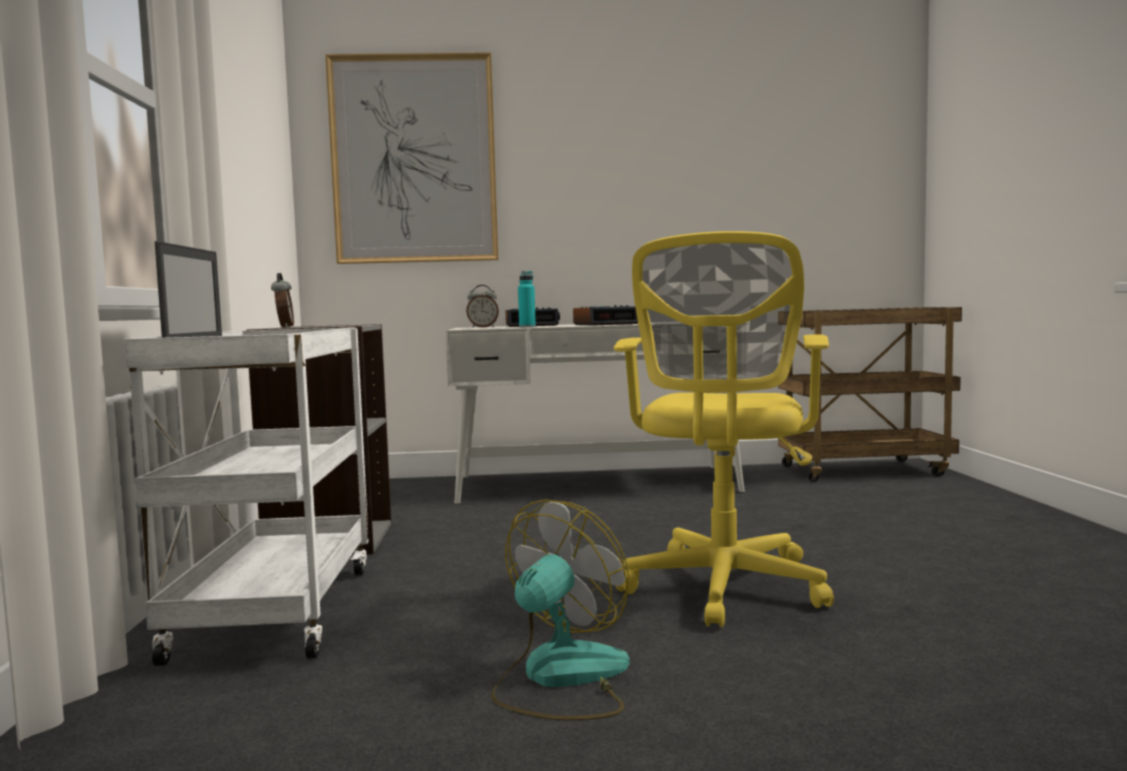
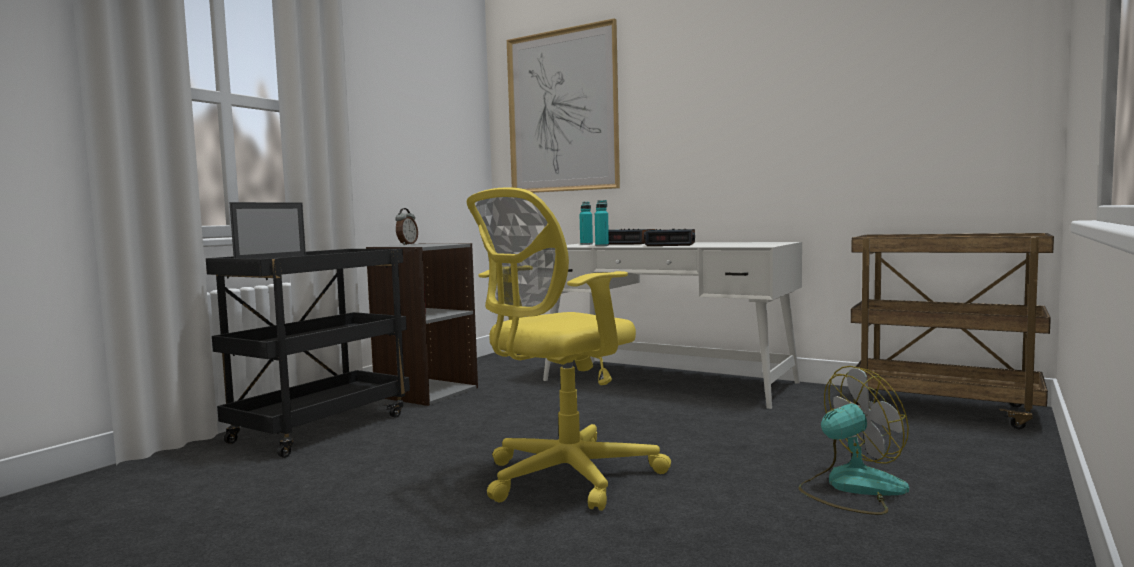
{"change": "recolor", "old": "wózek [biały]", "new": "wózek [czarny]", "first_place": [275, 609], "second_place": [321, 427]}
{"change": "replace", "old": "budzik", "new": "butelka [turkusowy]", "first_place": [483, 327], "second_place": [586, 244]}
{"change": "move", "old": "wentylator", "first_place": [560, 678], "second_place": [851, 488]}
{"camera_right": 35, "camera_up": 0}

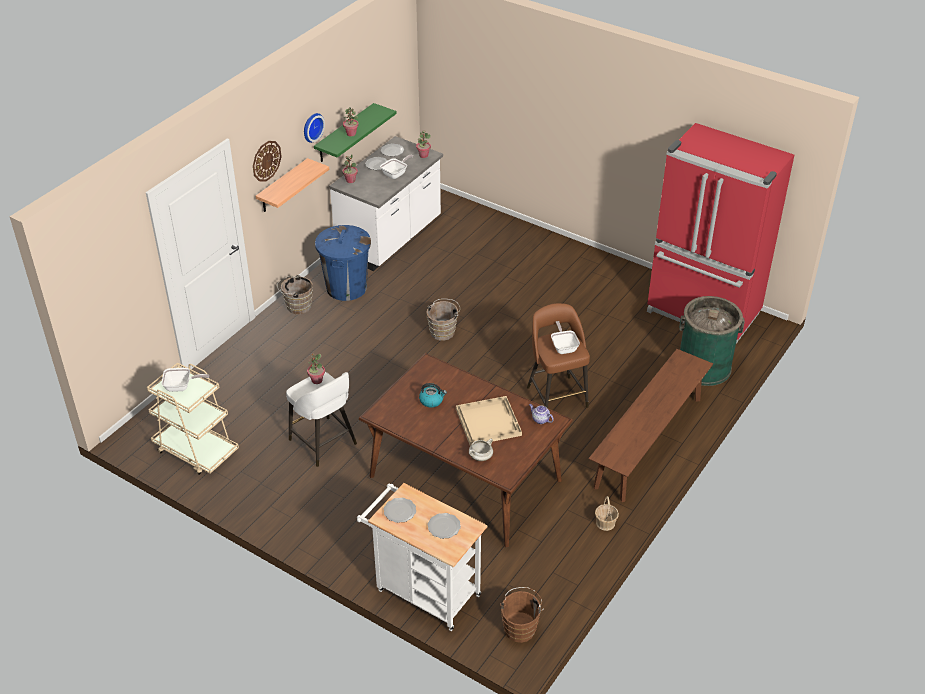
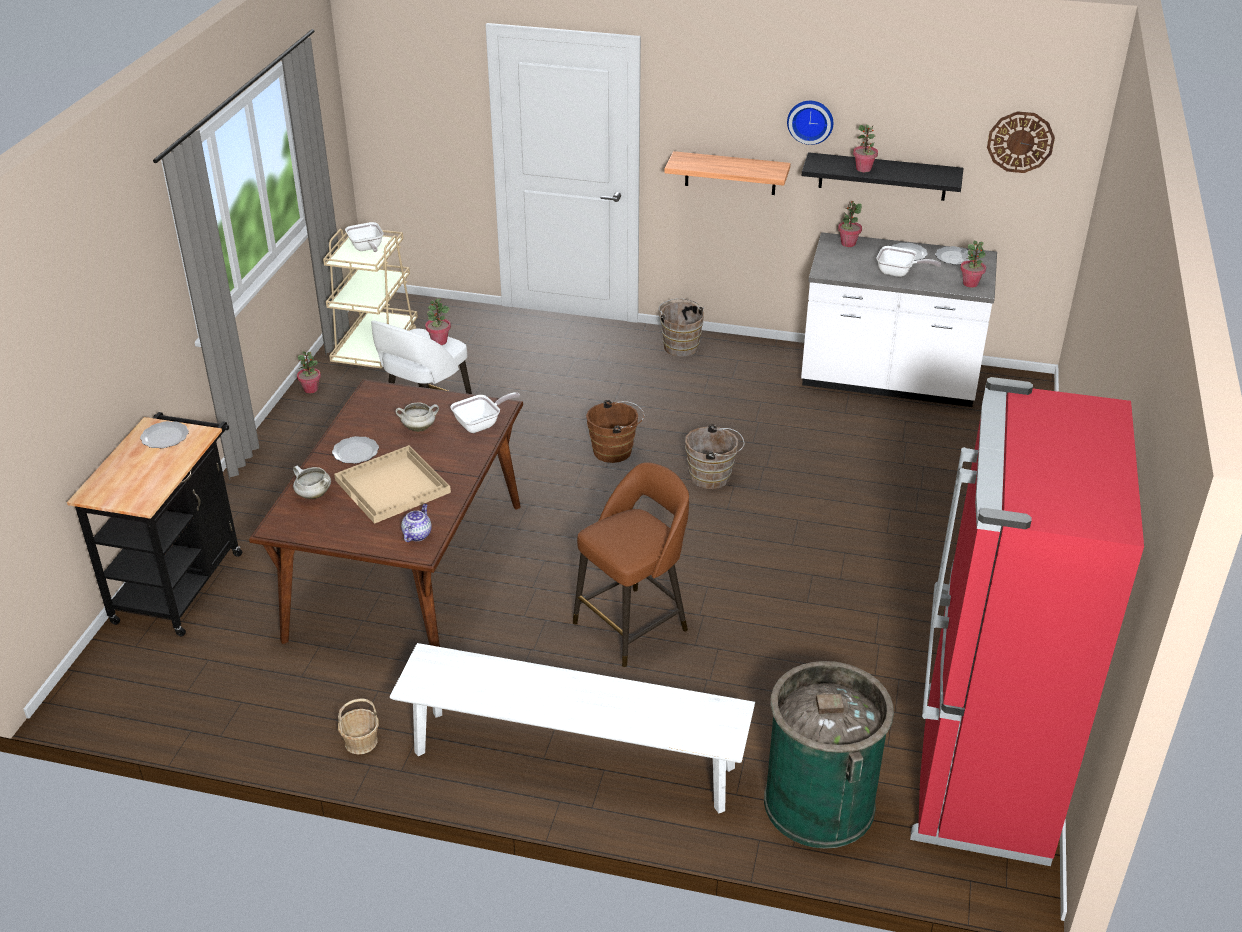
{"change": "move", "old": "zegar ścienny", "first_place": [266, 160], "second_place": [1020, 142]}
{"change": "recolor", "old": "półka [zielony]", "new": "półka [czarny]", "first_place": [345, 133], "second_place": [882, 176]}
{"change": "delete", "old": "kosz na śmieci [niebieski]", "first_place": [346, 288]}
{"change": "recolor", "old": "wózek [biały]", "new": "wózek [czarny]", "first_place": [423, 590], "second_place": [182, 581]}
{"change": "replace", "old": "czajnik", "new": "garnek [biały]", "first_place": [432, 400], "second_place": [419, 428]}
{"change": "move", "old": "talerz", "first_place": [444, 527], "second_place": [355, 452]}
{"change": "move", "old": "wiadro [brązowy]", "first_place": [520, 627], "second_place": [615, 451]}
{"change": "move", "old": "patelnia", "first_place": [563, 347], "second_place": [481, 424]}
{"change": "recolor", "old": "ławka [brązowy]", "new": "ławka [biały]", "first_place": [648, 442], "second_place": [573, 760]}
{"change": "insert", "new": "roślina doniczkowa", "second_place": [311, 389]}
{"camera_right": 70, "camera_up": -5}

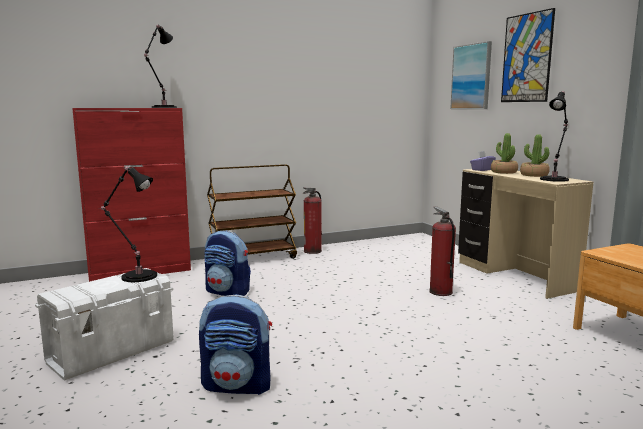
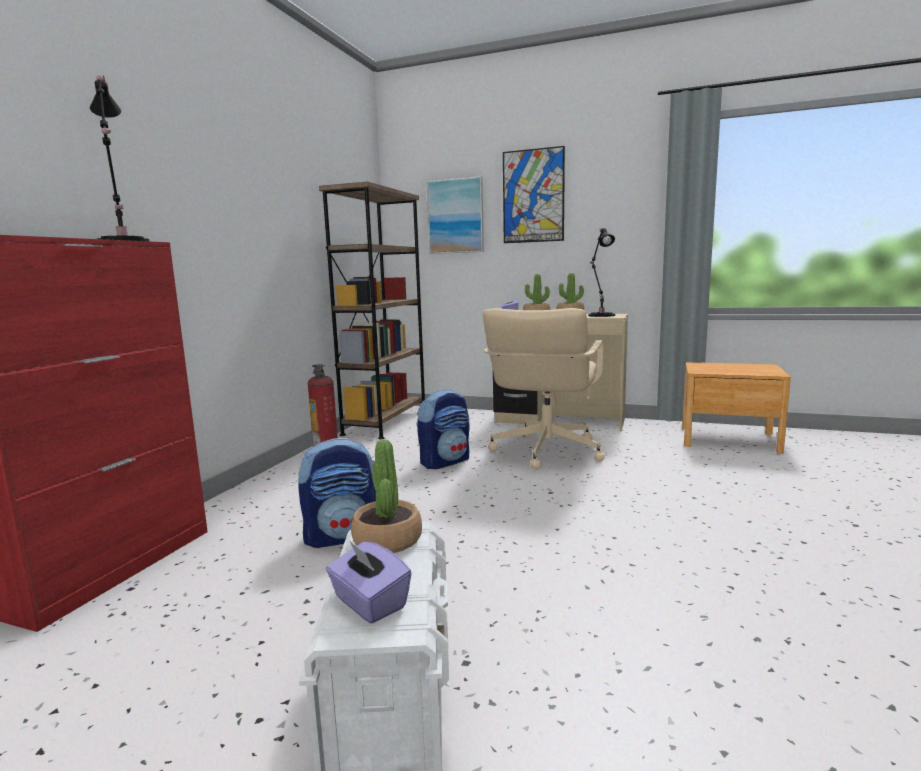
{"change": "replace", "old": "lampa stołowa [czarny]", "new": "roślina doniczkowa", "first_place": [137, 276], "second_place": [387, 540]}
{"change": "move", "old": "plecak", "first_place": [238, 385], "second_place": [445, 462]}
{"change": "delete", "old": "wózek [brązowy]", "first_place": [253, 258]}
{"change": "replace", "old": "gaśnica", "new": "krzesło biurowe [beżowy]", "first_place": [440, 292], "second_place": [545, 452]}
{"change": "insert", "new": "regał [brązowy]", "second_place": [386, 423]}
{"change": "insert", "new": "pudełko chusteczek [fioletowy]", "second_place": [369, 603]}
{"camera_right": -45, "camera_up": 0}

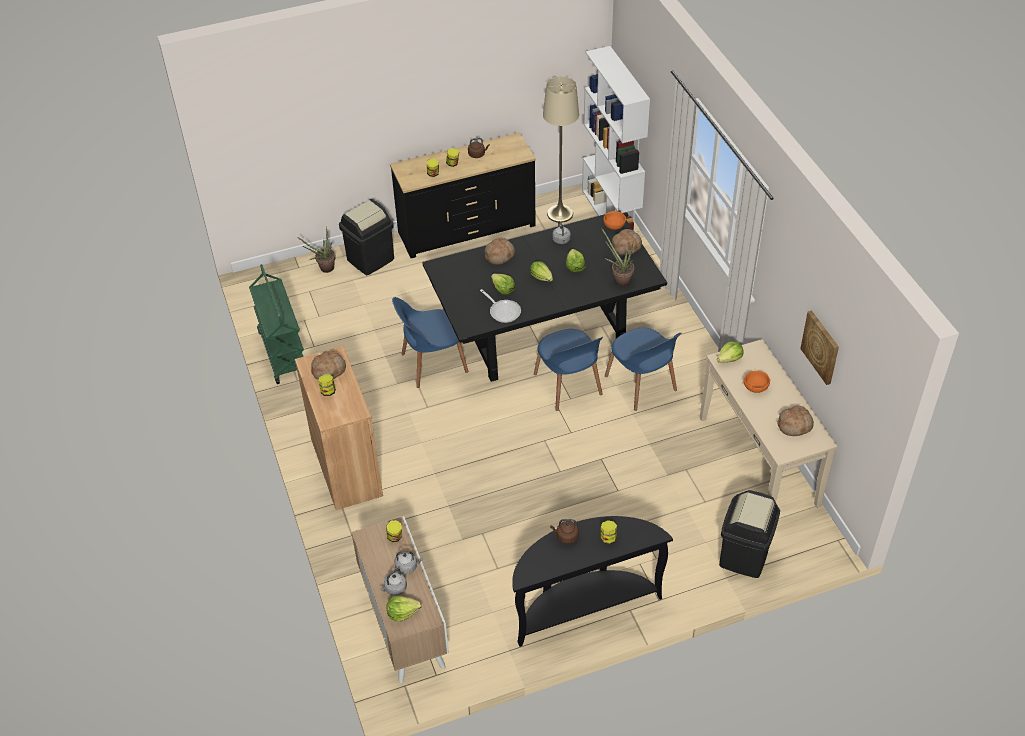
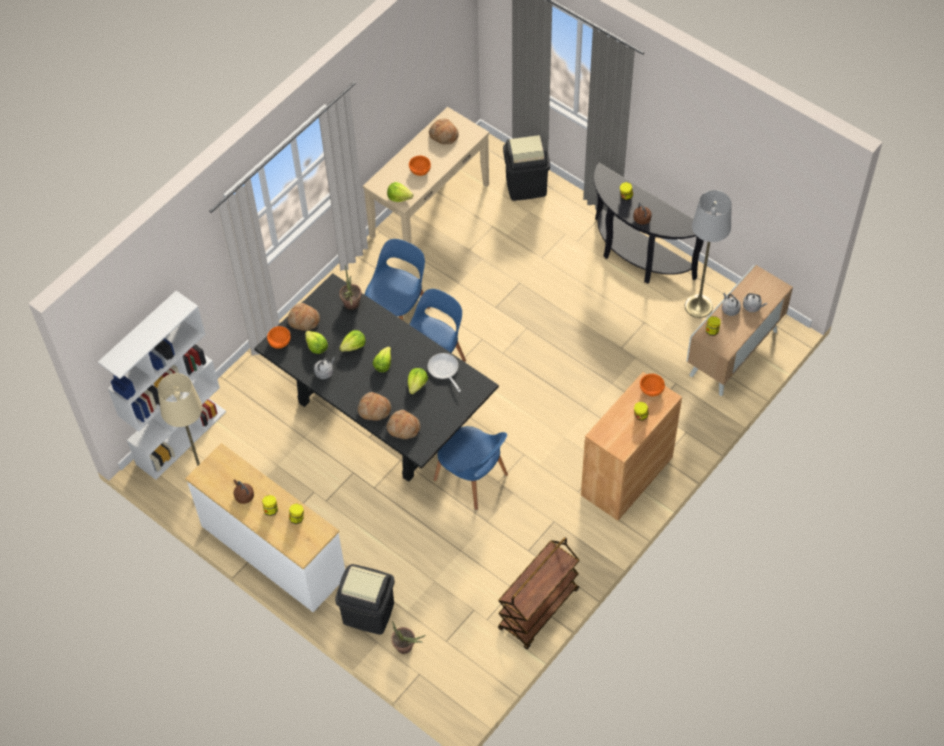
{"change": "recolor", "old": "wózek [zielony]", "new": "wózek [brązowy]", "first_place": [282, 353], "second_place": [538, 610]}
{"change": "move", "old": "chleb", "first_place": [329, 370], "second_place": [403, 428]}
{"change": "move", "old": "sałata", "first_place": [402, 612], "second_place": [316, 346]}
{"change": "recolor", "old": "komoda [czarny]", "new": "komoda [biały]", "first_place": [466, 229], "second_place": [273, 552]}
{"change": "rotate", "old": "patelnia", "first_place": [503, 311], "second_place": [444, 370], "degrees": -45}
{"change": "delete", "old": "obraz", "first_place": [821, 347]}
{"change": "insert", "new": "miska [pomarańczowy]", "second_place": [651, 389]}
{"change": "insert", "new": "lampa stojąca [szary]", "second_place": [698, 306]}
{"camera_right": -120, "camera_up": 10}

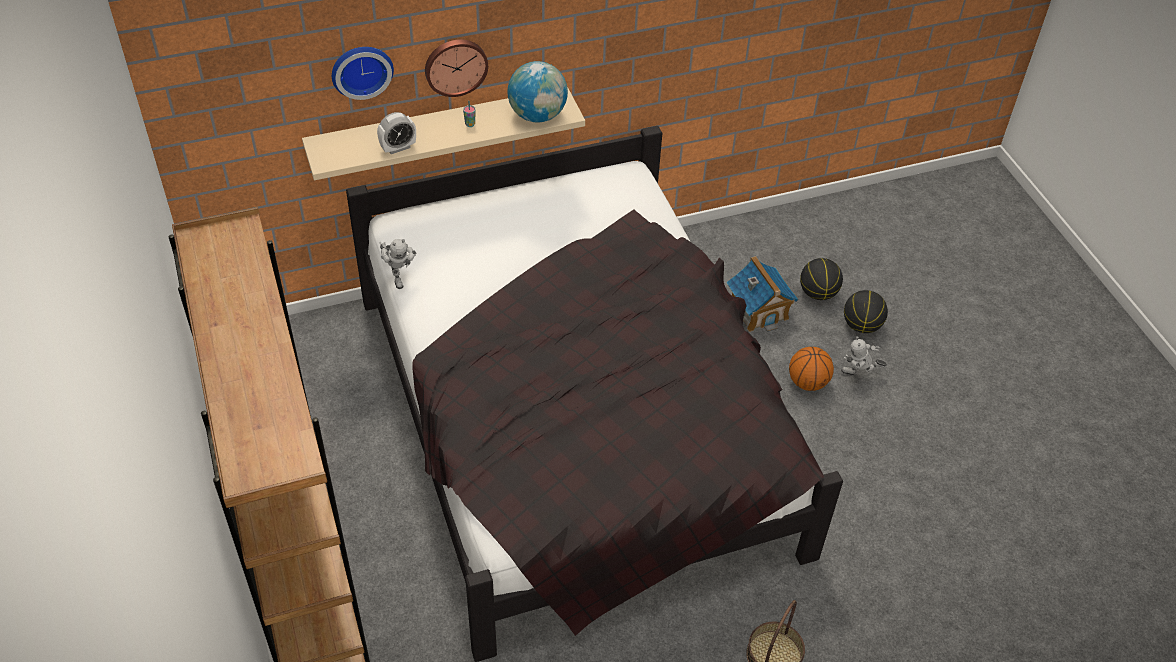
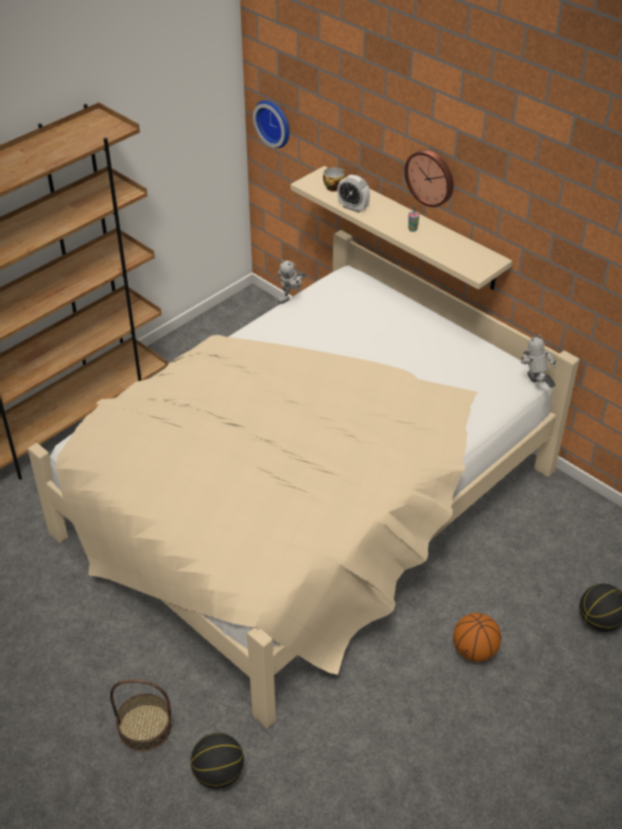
{"change": "move", "old": "zegar ścienny", "first_place": [361, 69], "second_place": [275, 122]}
{"change": "recolor", "old": "łóżko [czarny]", "new": "łóżko [beżowy]", "first_place": [577, 423], "second_place": [307, 505]}
{"change": "delete", "old": "globus", "first_place": [537, 115]}
{"change": "delete", "old": "domek", "first_place": [758, 310]}
{"change": "move", "old": "robot zabawkowy", "first_place": [858, 375], "second_place": [535, 385]}
{"change": "move", "old": "piłka do koszykówki", "first_place": [861, 325], "second_place": [219, 774]}
{"change": "insert", "new": "filiżanka", "second_place": [333, 186]}
{"camera_right": 65, "camera_up": -5}

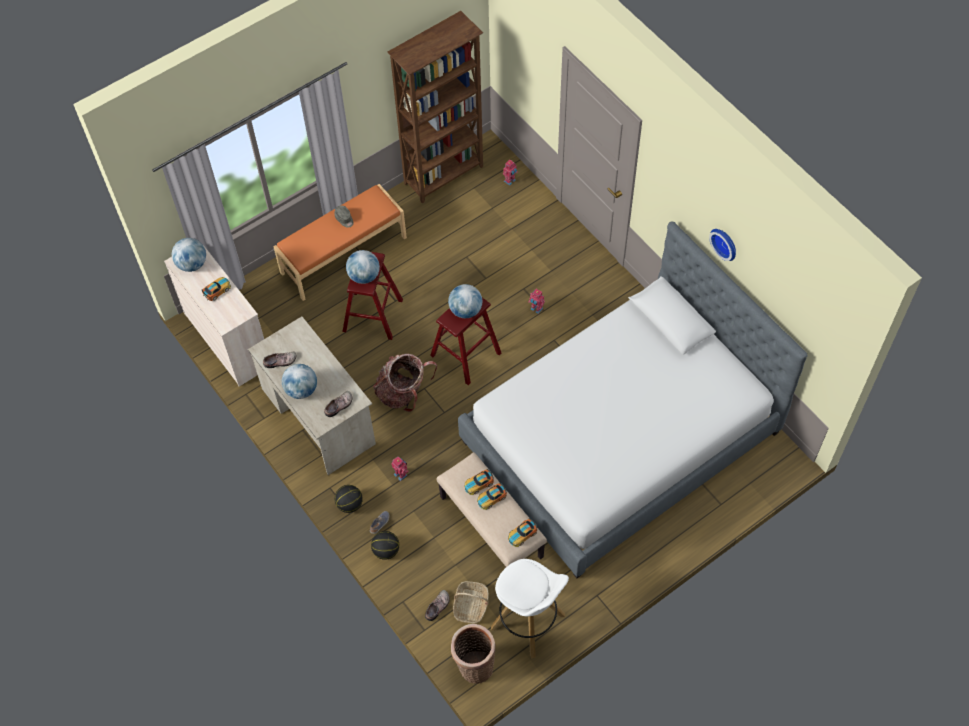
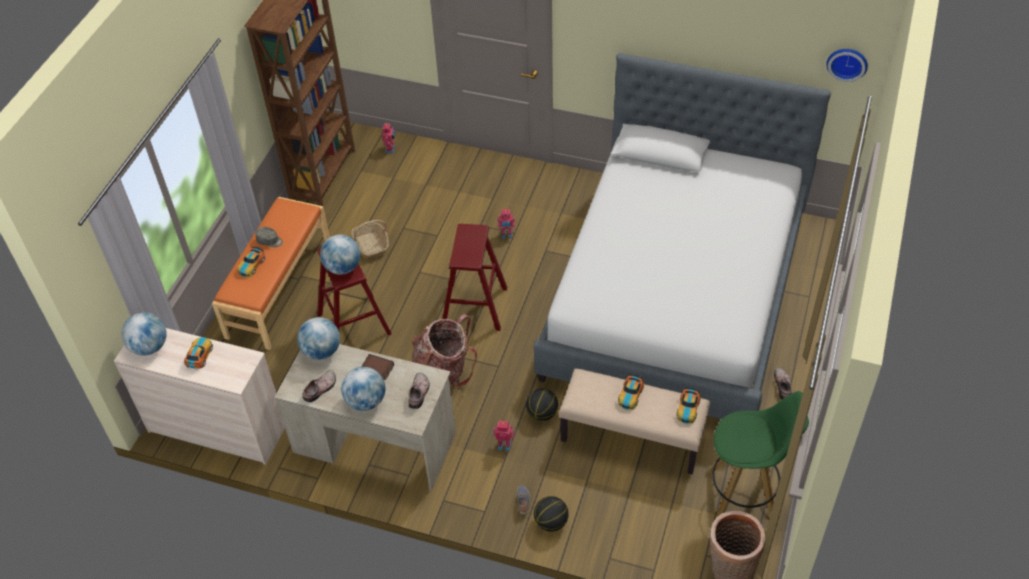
{"change": "move", "old": "piłka do koszykówki", "first_place": [349, 504], "second_place": [542, 413]}
{"change": "move", "old": "but", "first_place": [438, 607], "second_place": [783, 386]}
{"change": "move", "old": "globus", "first_place": [465, 310], "second_place": [321, 351]}
{"change": "move", "old": "koszyk", "first_place": [471, 605], "second_place": [371, 245]}
{"change": "move", "old": "samochodzik", "first_place": [478, 484], "second_place": [251, 265]}
{"change": "recolor", "old": "stołek [biały]", "new": "stołek [zielony]", "first_place": [529, 622], "second_place": [743, 497]}
{"change": "move", "old": "zegar ścienny", "first_place": [725, 243], "second_place": [847, 62]}
{"change": "insert", "new": "książka", "second_place": [376, 369]}
{"camera_right": -35, "camera_up": -10}

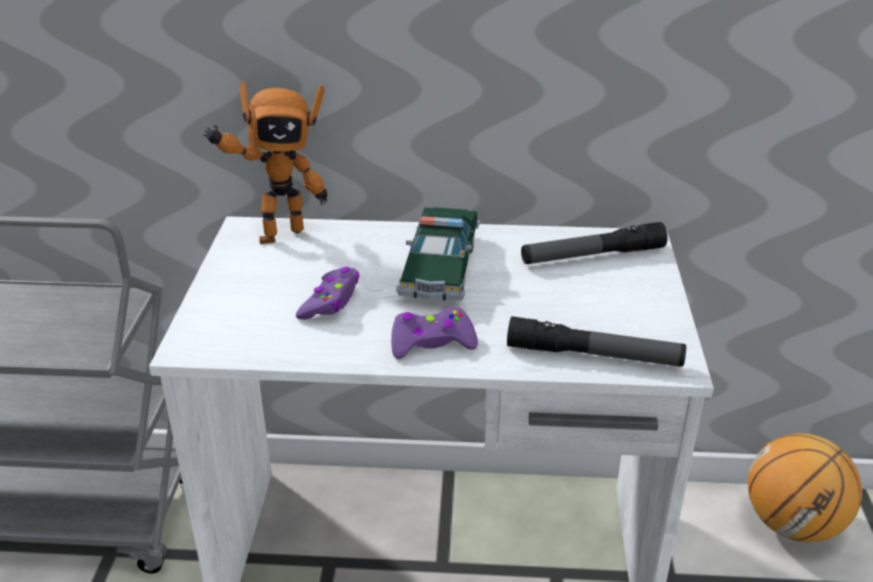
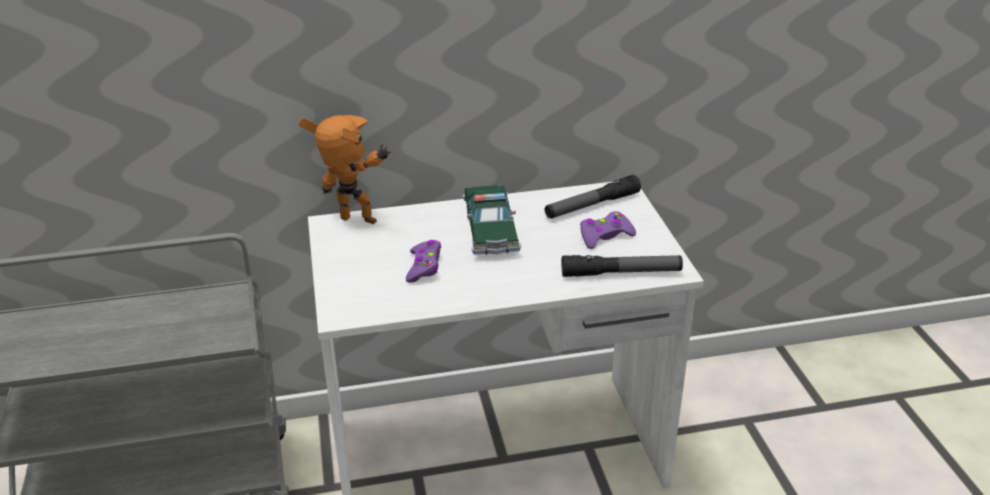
{"change": "rotate", "old": "robot zabawkowy", "first_place": [278, 233], "second_place": [356, 223], "degrees": -120}
{"change": "move", "old": "pad do gier [fioletowy]", "first_place": [431, 342], "second_place": [605, 236]}
{"change": "delete", "old": "piłka do koszykówki", "first_place": [793, 524]}
{"camera_right": -15, "camera_up": 0}

